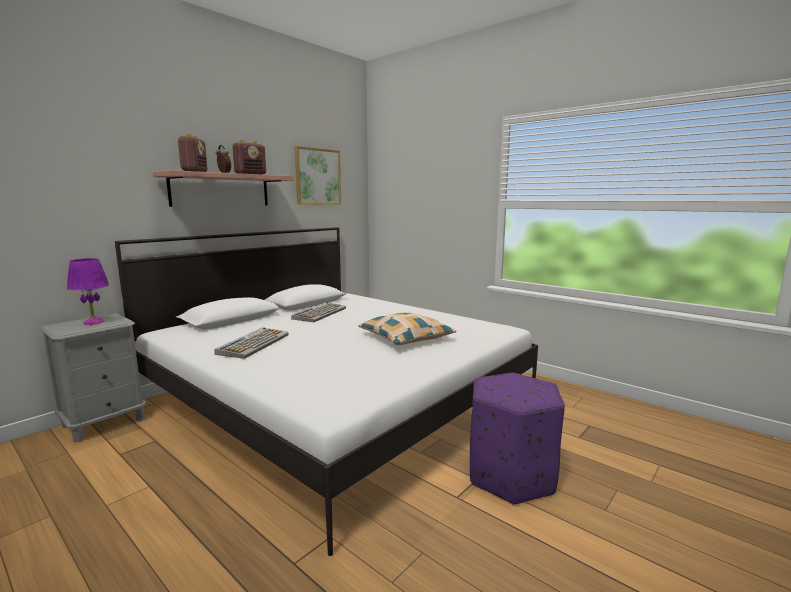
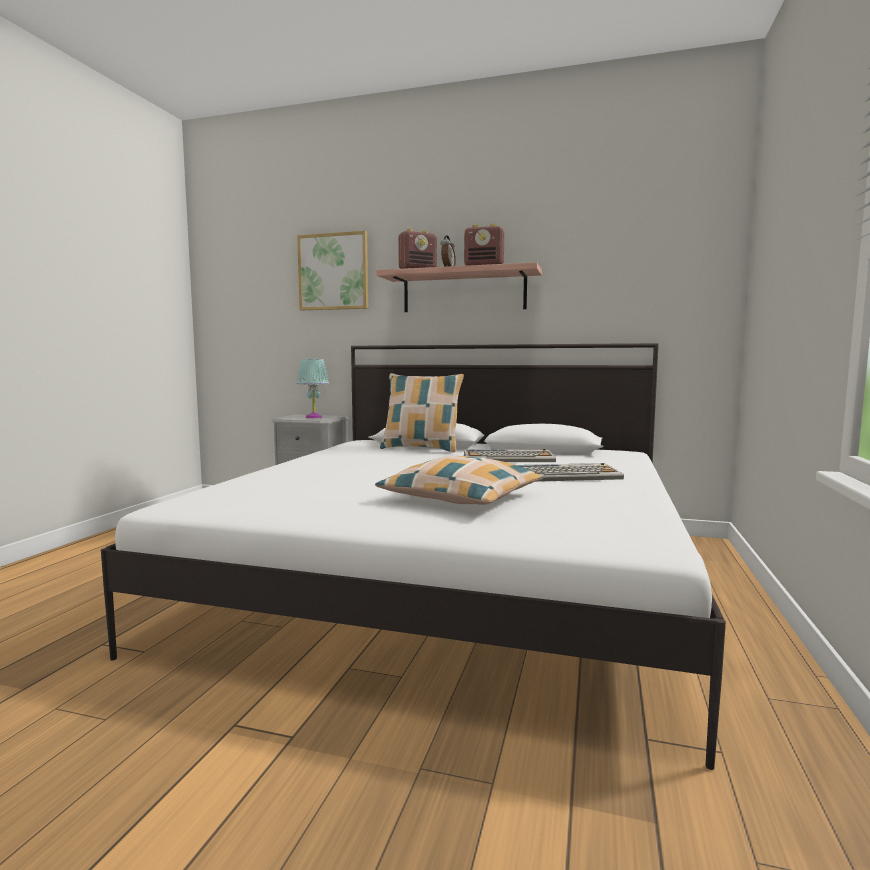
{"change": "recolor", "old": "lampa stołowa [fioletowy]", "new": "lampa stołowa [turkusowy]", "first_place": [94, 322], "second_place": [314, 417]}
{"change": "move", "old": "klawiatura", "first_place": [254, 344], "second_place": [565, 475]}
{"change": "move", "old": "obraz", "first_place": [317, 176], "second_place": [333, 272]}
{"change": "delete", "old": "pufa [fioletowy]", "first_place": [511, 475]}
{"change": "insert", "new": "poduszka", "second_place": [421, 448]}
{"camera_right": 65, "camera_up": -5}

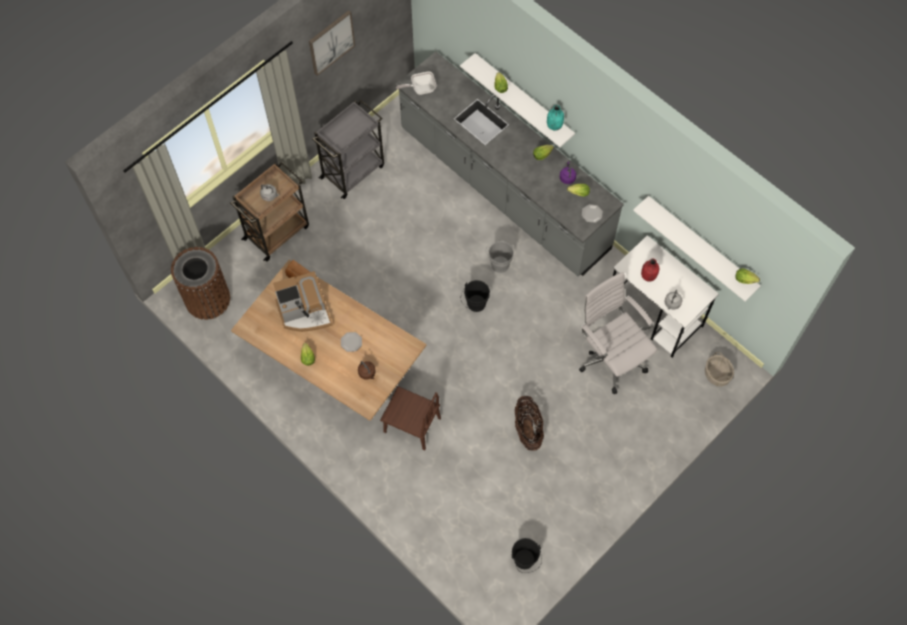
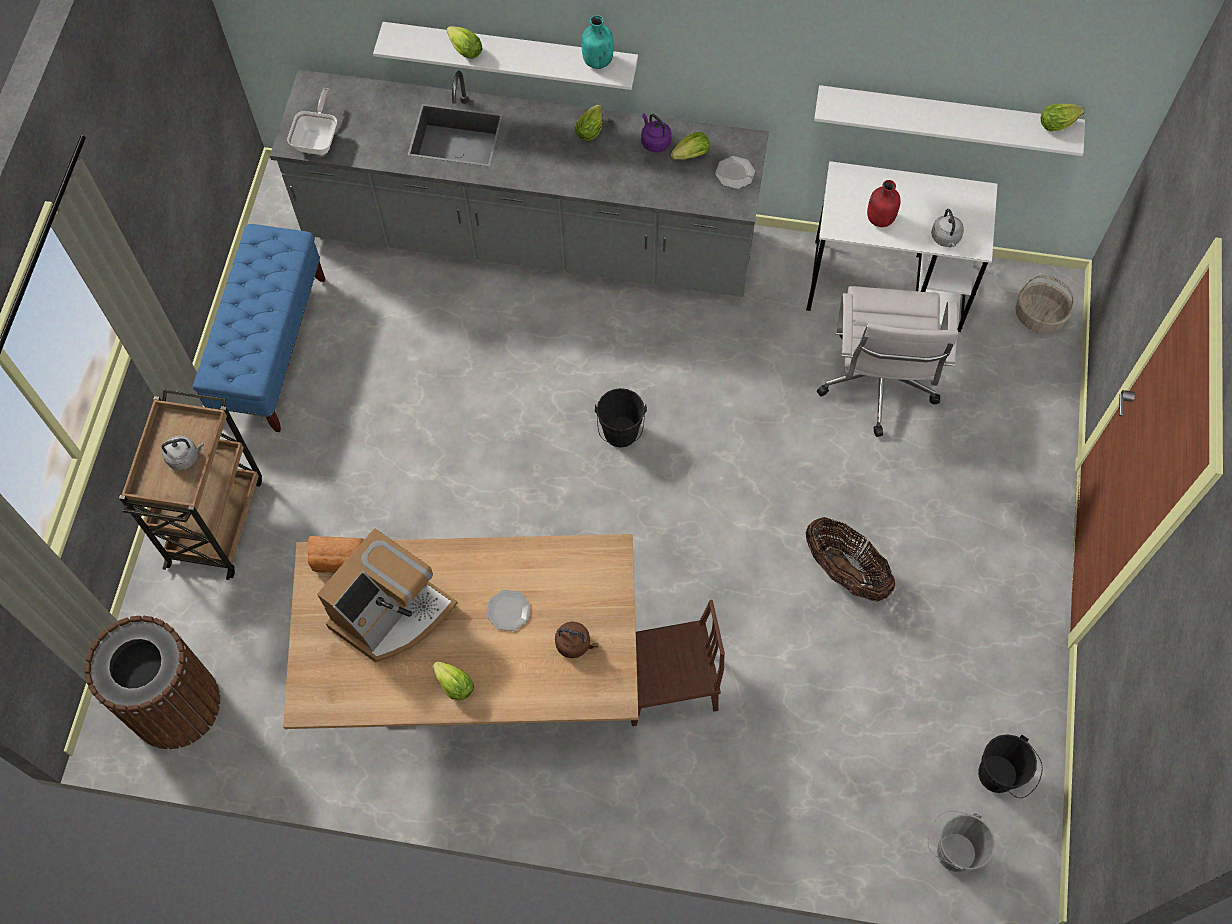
{"change": "delete", "old": "obraz", "first_place": [331, 42]}
{"change": "replace", "old": "wózek [szary]", "new": "ławka [niebieski]", "first_place": [353, 171], "second_place": [271, 349]}
{"change": "rotate", "old": "patelnia", "first_place": [420, 89], "second_place": [318, 139], "degrees": 150}
{"change": "move", "old": "wiadro [szary]", "first_place": [499, 263], "second_place": [951, 850]}
{"change": "rotate", "old": "krzesło biurowe [biały]", "first_place": [610, 358], "second_place": [877, 388], "degrees": -105}
{"camera_right": -35, "camera_up": 0}

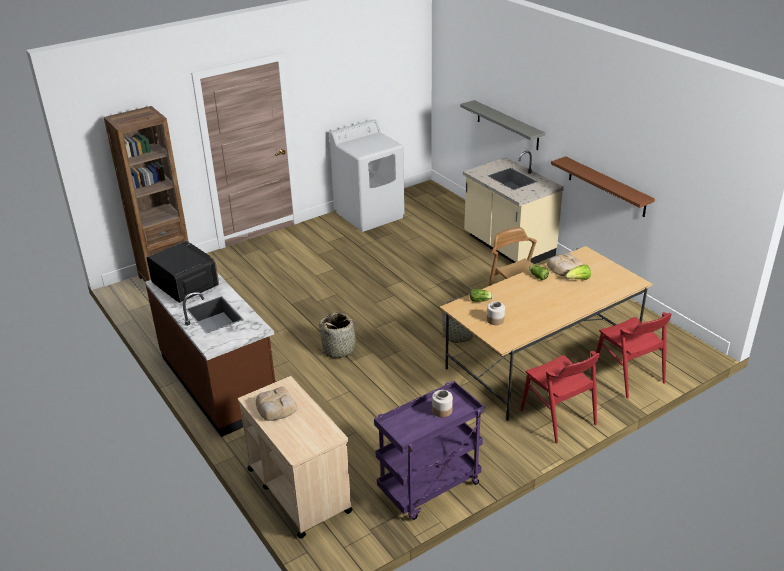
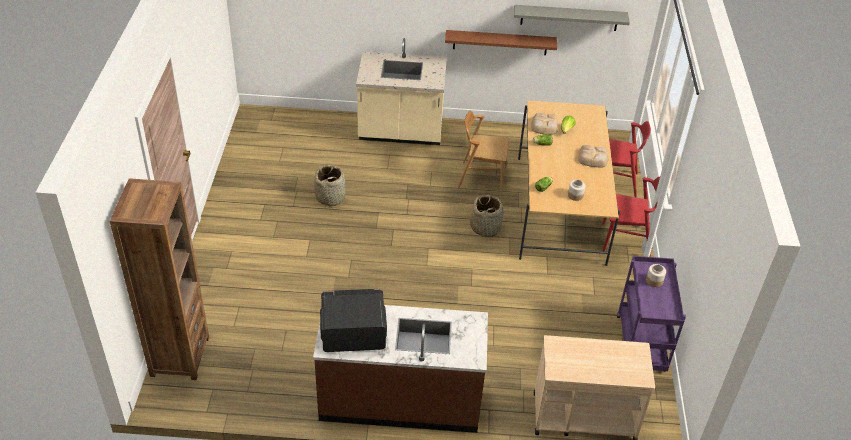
{"change": "move", "old": "chleb", "first_place": [276, 407], "second_place": [593, 158]}
{"change": "move", "old": "koszyk", "first_place": [339, 349], "second_place": [330, 197]}
{"change": "delete", "old": "pralka [biały]", "first_place": [369, 214]}
{"change": "move", "old": "półka [szary]", "first_place": [507, 125], "second_place": [569, 17]}
{"camera_right": -55, "camera_up": 10}

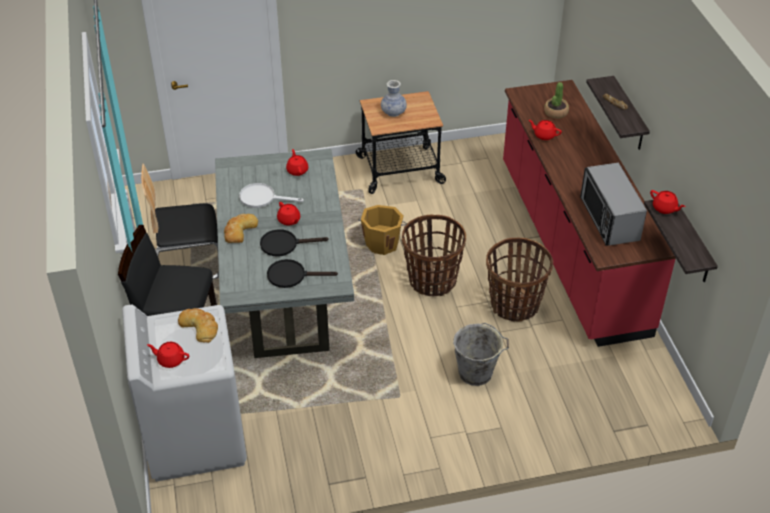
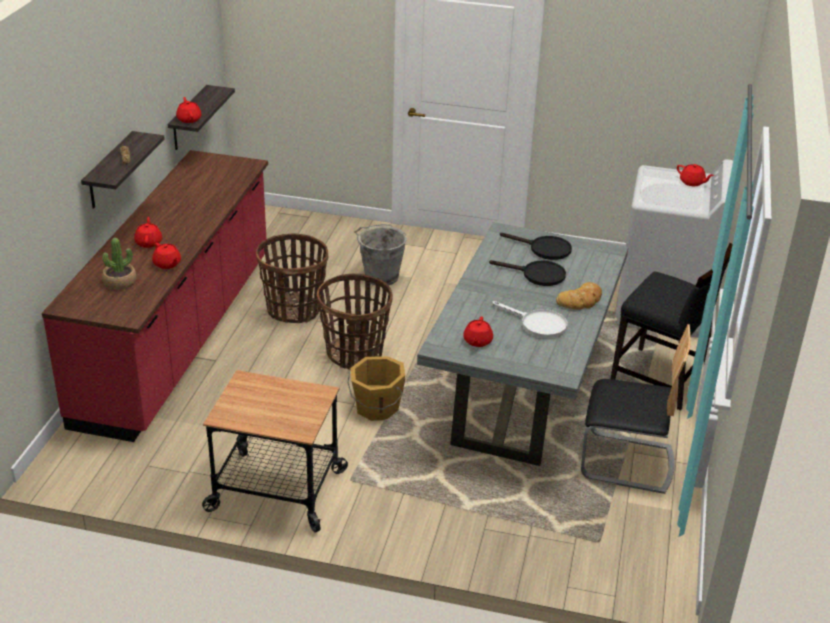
{"change": "delete", "old": "chleb", "first_place": [200, 326]}
{"change": "move", "old": "imbryk [czerwony]", "first_place": [289, 220], "second_place": [149, 242]}
{"change": "delete", "old": "wazon", "first_place": [393, 112]}
{"change": "delete", "old": "mikrofalówka", "first_place": [609, 219]}
{"camera_right": -155, "camera_up": -10}

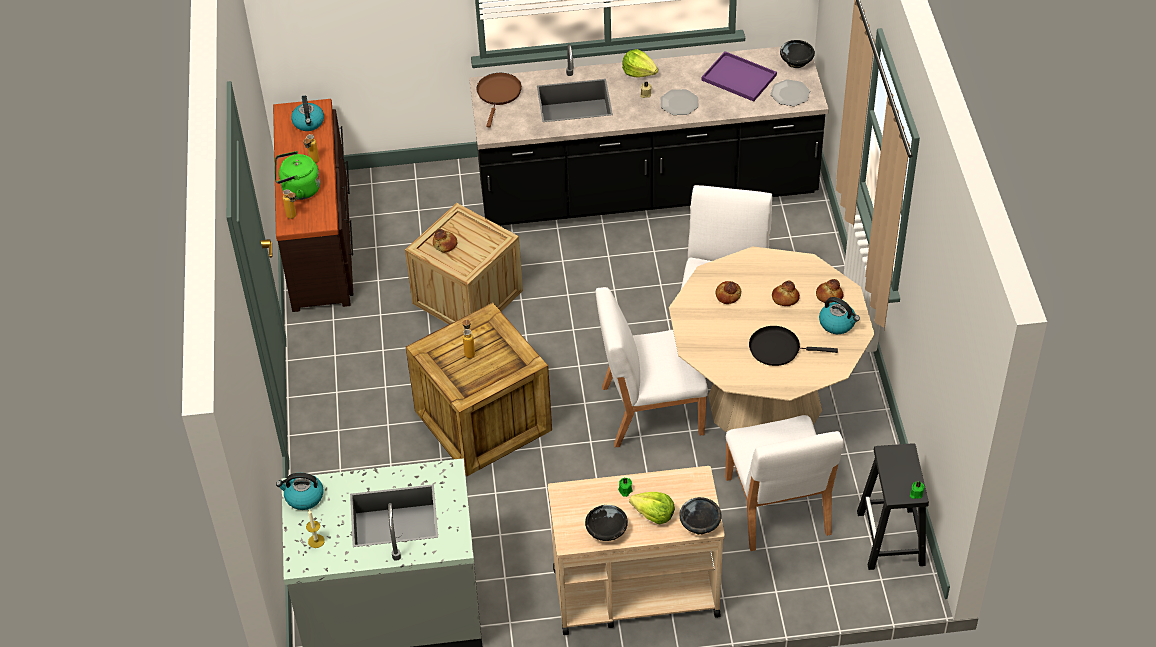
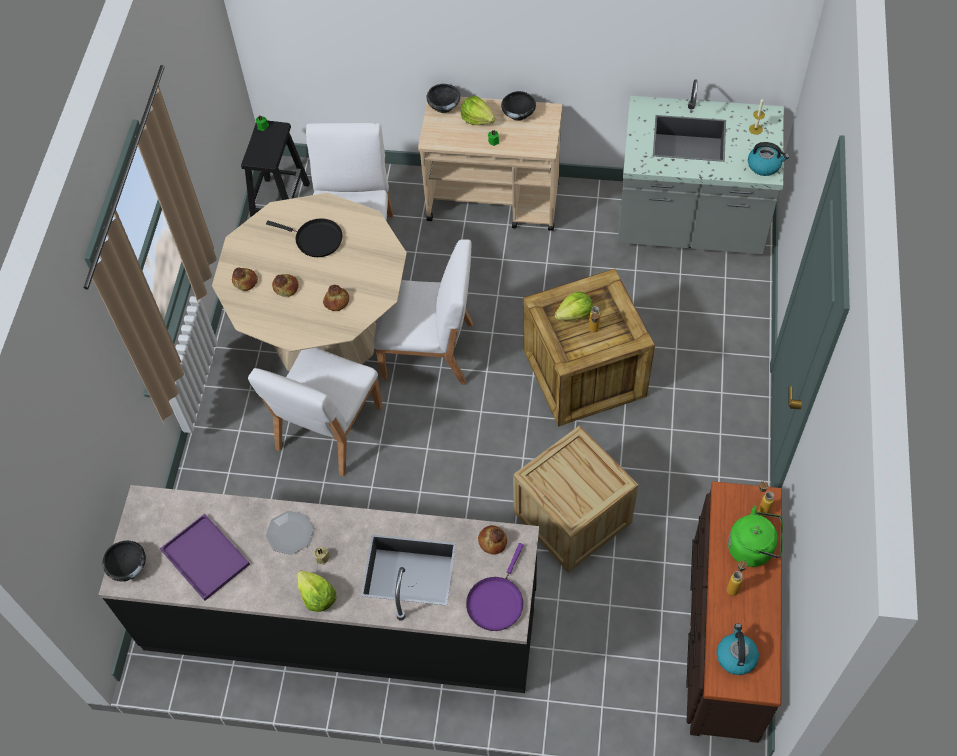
{"change": "move", "old": "chleb", "first_place": [445, 244], "second_place": [492, 541]}
{"change": "recolor", "old": "patelnia [brązowy]", "new": "patelnia [fioletowy]", "first_place": [498, 94], "second_place": [496, 601]}
{"change": "delete", "old": "talerz", "first_place": [790, 94]}
{"change": "delete", "old": "czajnik", "first_place": [837, 323]}
{"change": "insert", "new": "sałata", "second_place": [574, 314]}
{"camera_right": -165, "camera_up": 10}

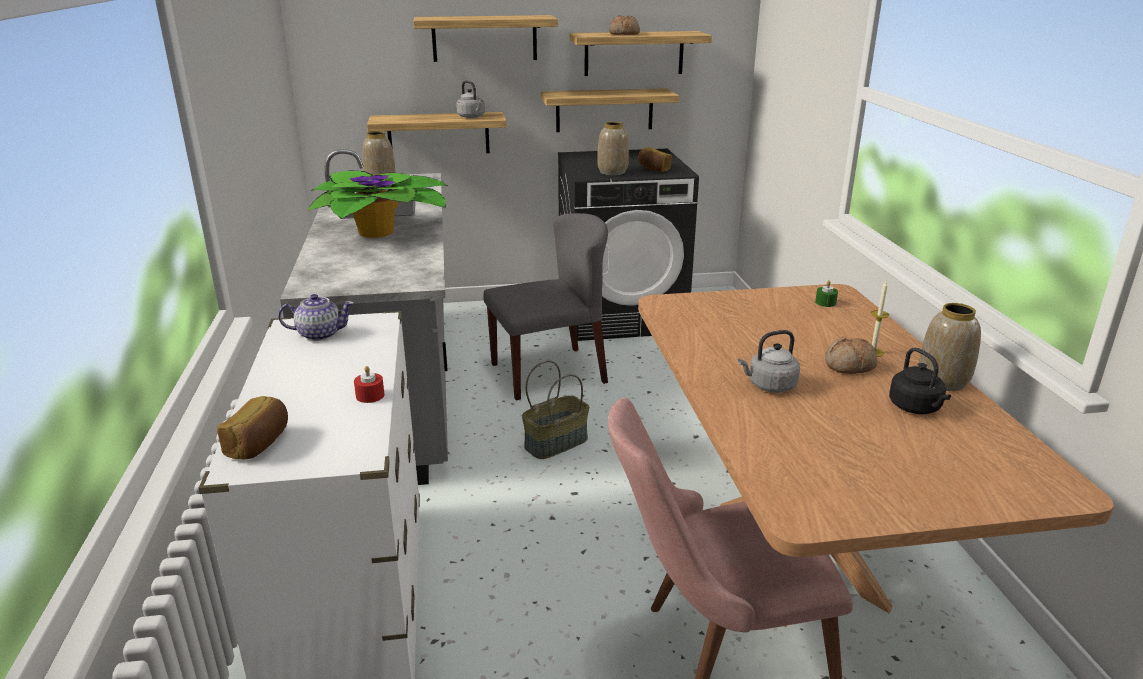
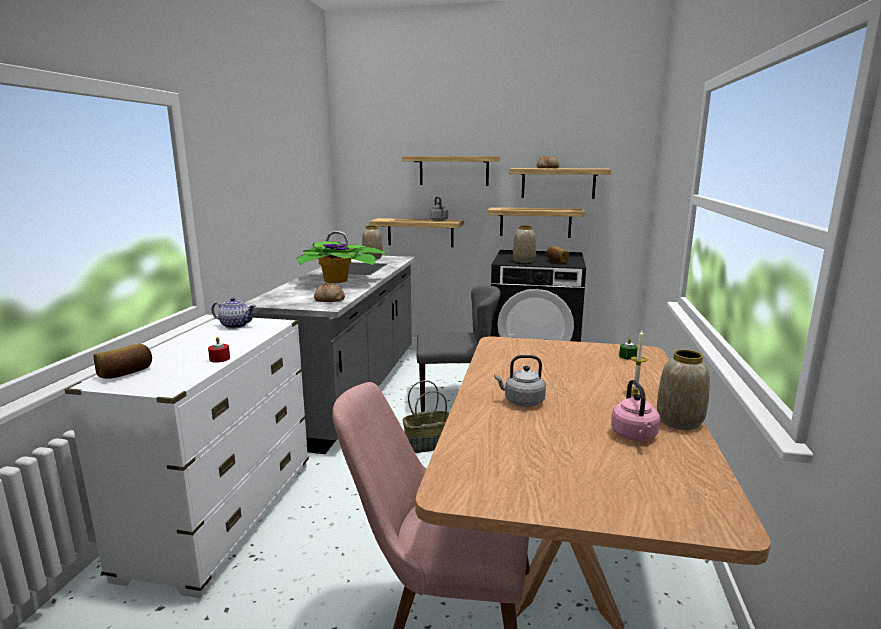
{"change": "move", "old": "chleb", "first_place": [850, 366], "second_place": [329, 300]}
{"change": "recolor", "old": "czajnik [czarny]", "new": "czajnik [różowy]", "first_place": [916, 408], "second_place": [634, 436]}
{"camera_right": 20, "camera_up": -10}

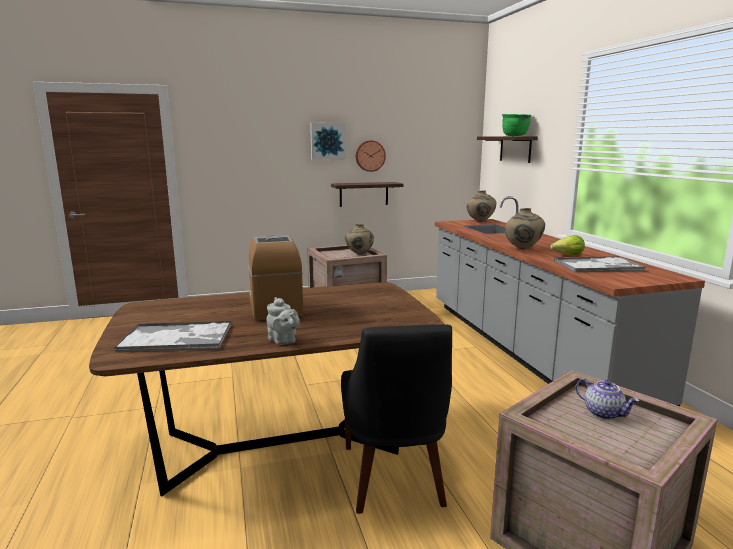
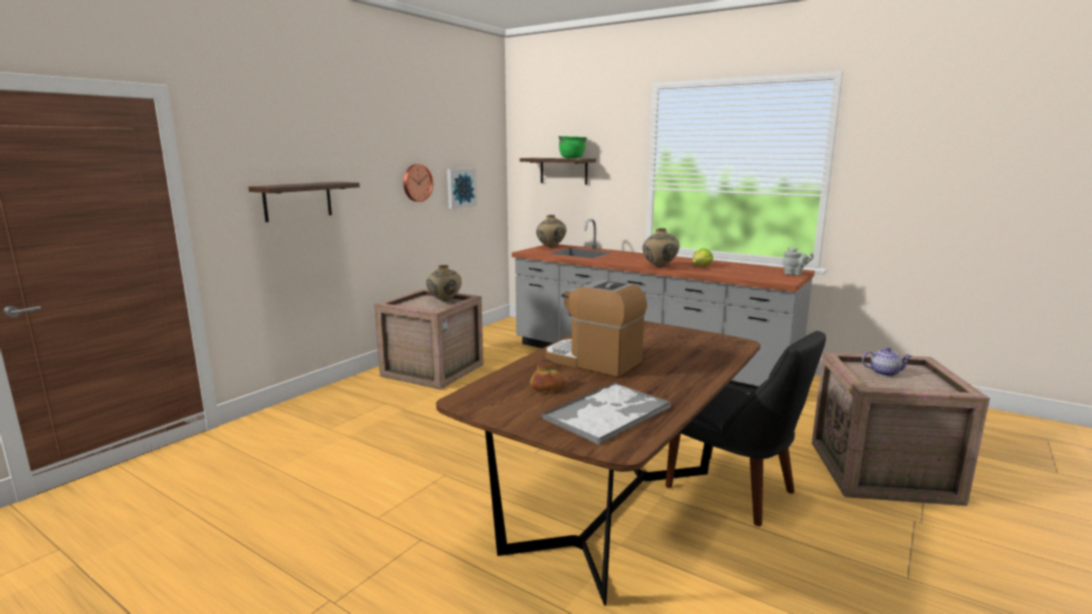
{"change": "move", "old": "imbryk [szary]", "first_place": [283, 341], "second_place": [794, 274]}
{"change": "move", "old": "obraz", "first_place": [328, 141], "second_place": [460, 188]}
{"change": "move", "old": "półka", "first_place": [364, 194], "second_place": [298, 201]}
{"change": "delete", "old": "taca", "first_place": [598, 266]}
{"change": "insert", "new": "chleb", "second_place": [547, 387]}
{"camera_right": -40, "camera_up": 0}

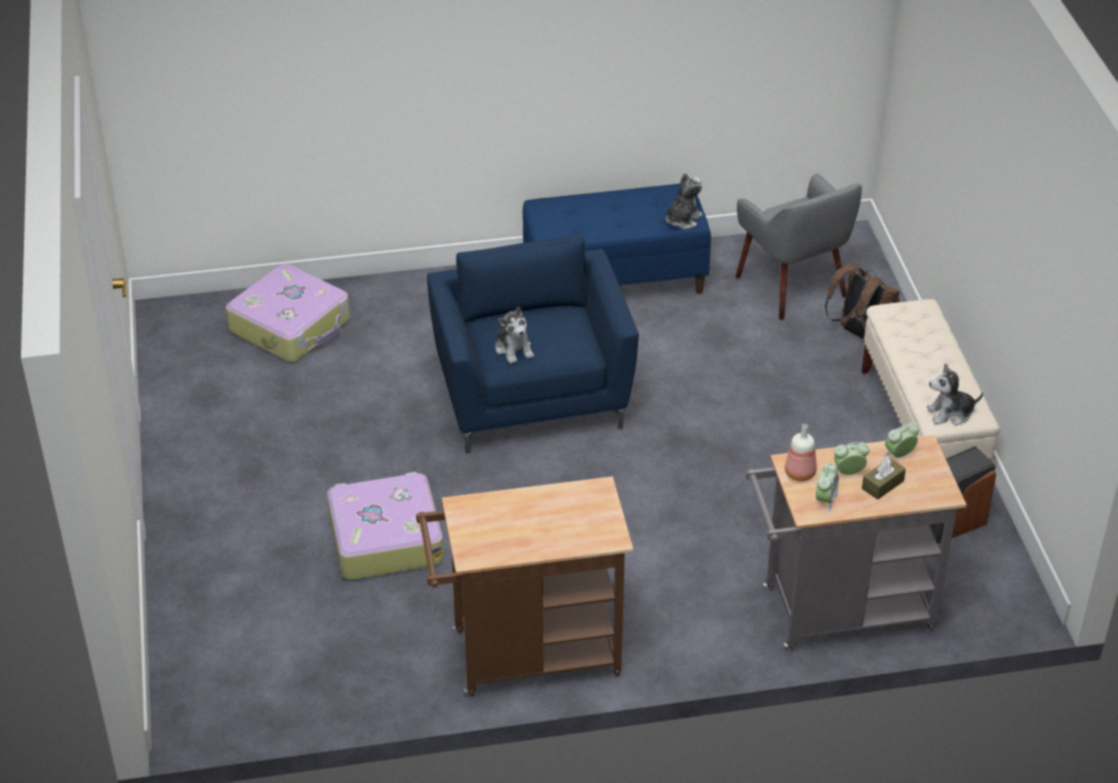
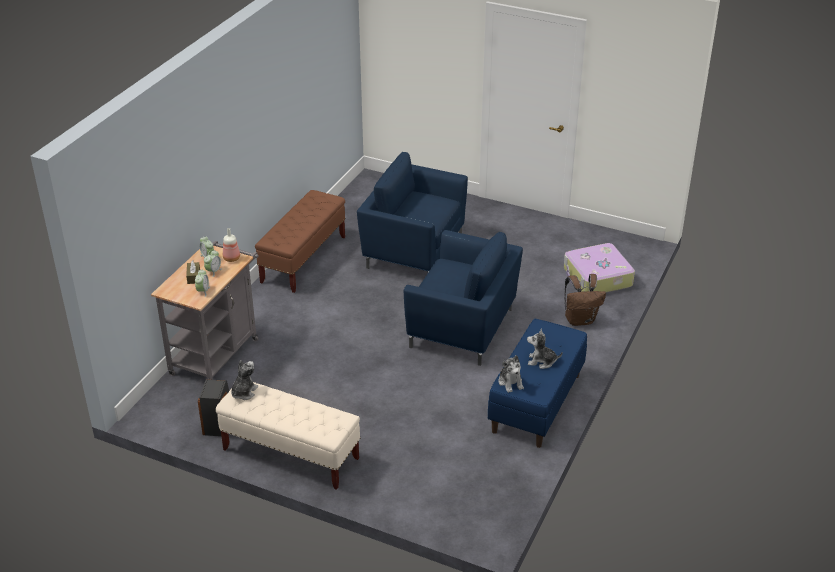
{"change": "replace", "old": "walizka", "new": "fotel [niebieski]", "first_place": [384, 538], "second_place": [413, 251]}
{"change": "replace", "old": "wózek [brązowy]", "new": "ławka [brązowy]", "first_place": [525, 656], "second_place": [303, 259]}
{"change": "move", "old": "pluszak", "first_place": [514, 349], "second_place": [541, 361]}
{"change": "delete", "old": "fotel [szary]", "first_place": [793, 286]}
{"change": "move", "old": "plecak [brązowy]", "first_place": [859, 333], "second_place": [580, 320]}
{"camera_right": 125, "camera_up": -5}

